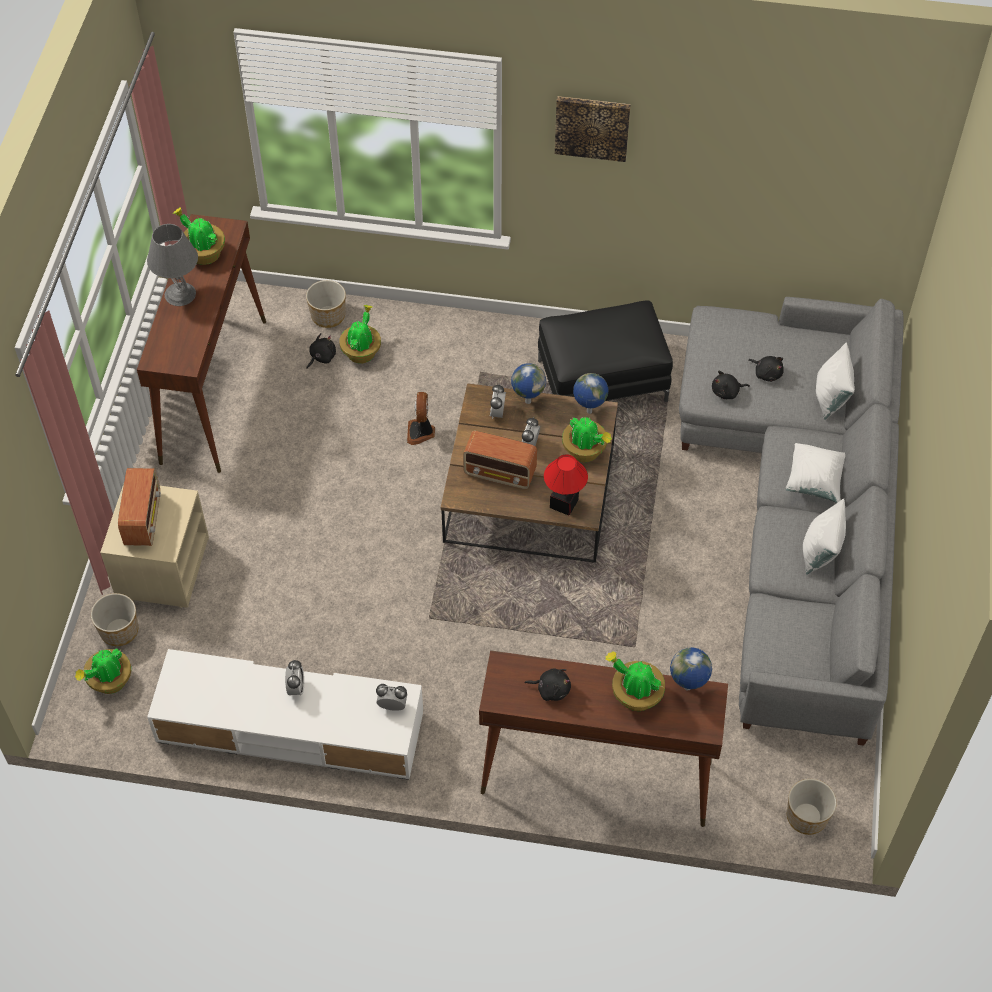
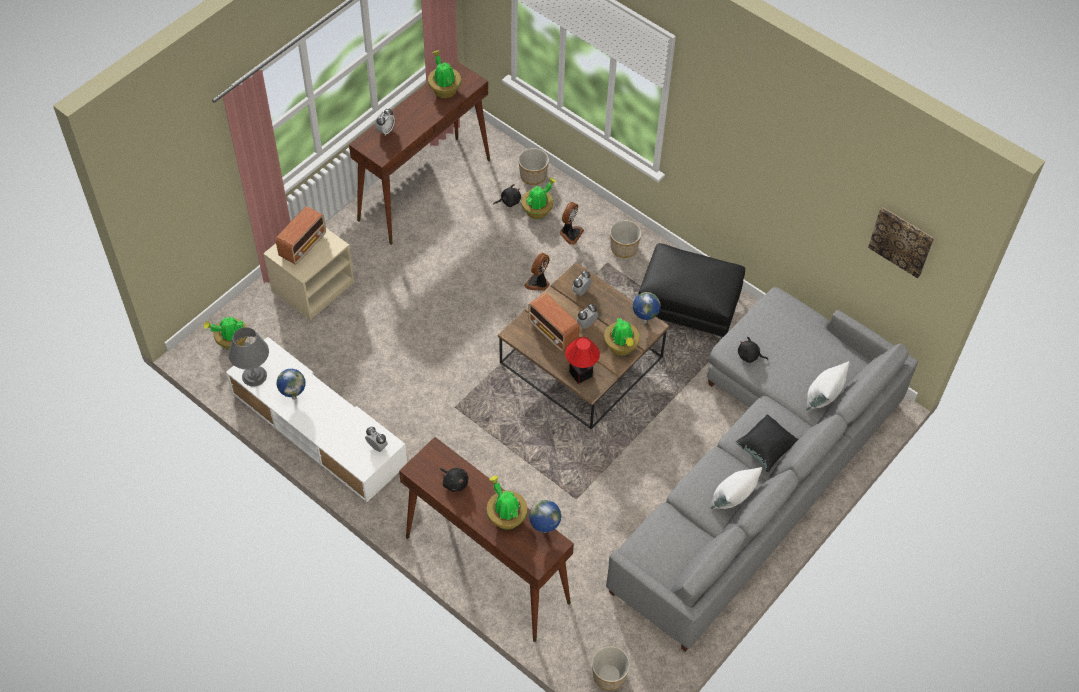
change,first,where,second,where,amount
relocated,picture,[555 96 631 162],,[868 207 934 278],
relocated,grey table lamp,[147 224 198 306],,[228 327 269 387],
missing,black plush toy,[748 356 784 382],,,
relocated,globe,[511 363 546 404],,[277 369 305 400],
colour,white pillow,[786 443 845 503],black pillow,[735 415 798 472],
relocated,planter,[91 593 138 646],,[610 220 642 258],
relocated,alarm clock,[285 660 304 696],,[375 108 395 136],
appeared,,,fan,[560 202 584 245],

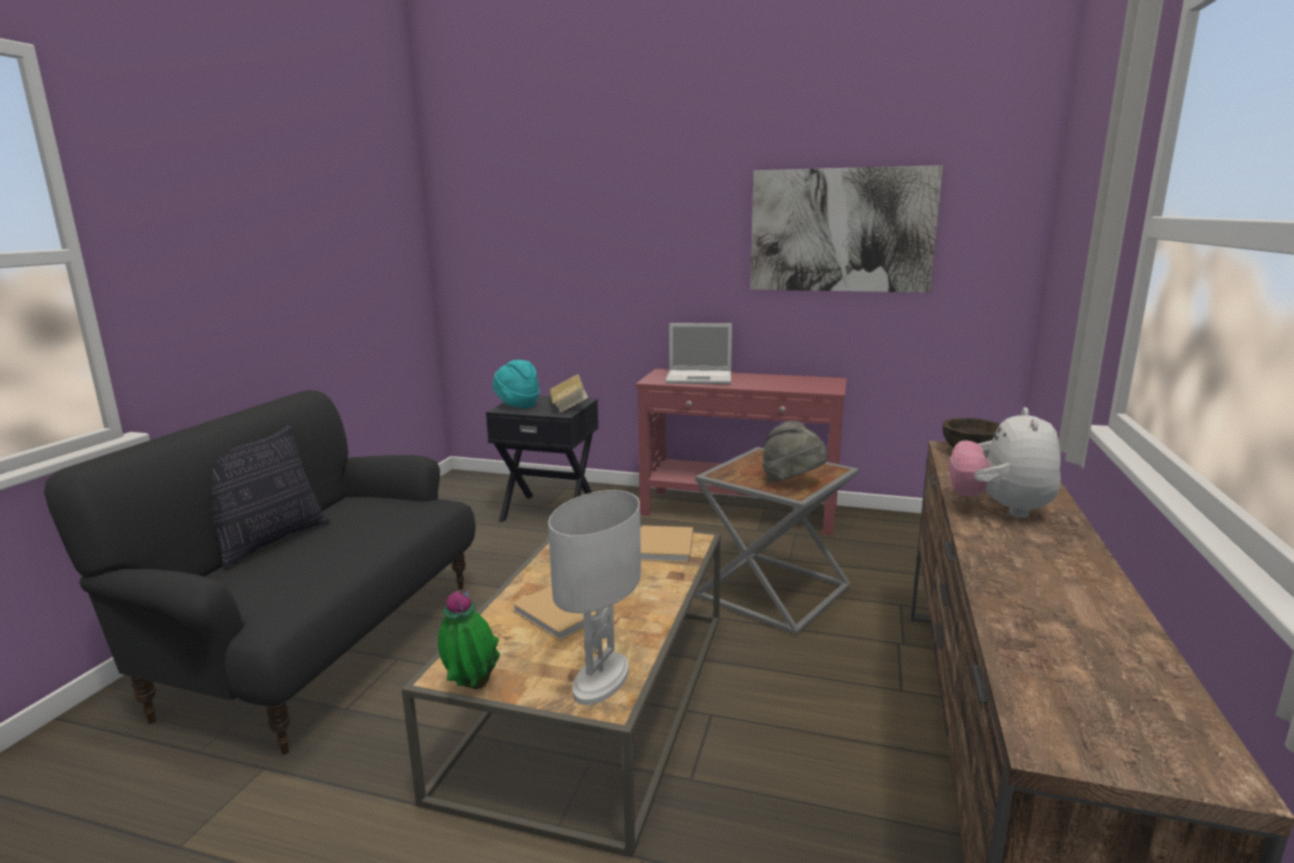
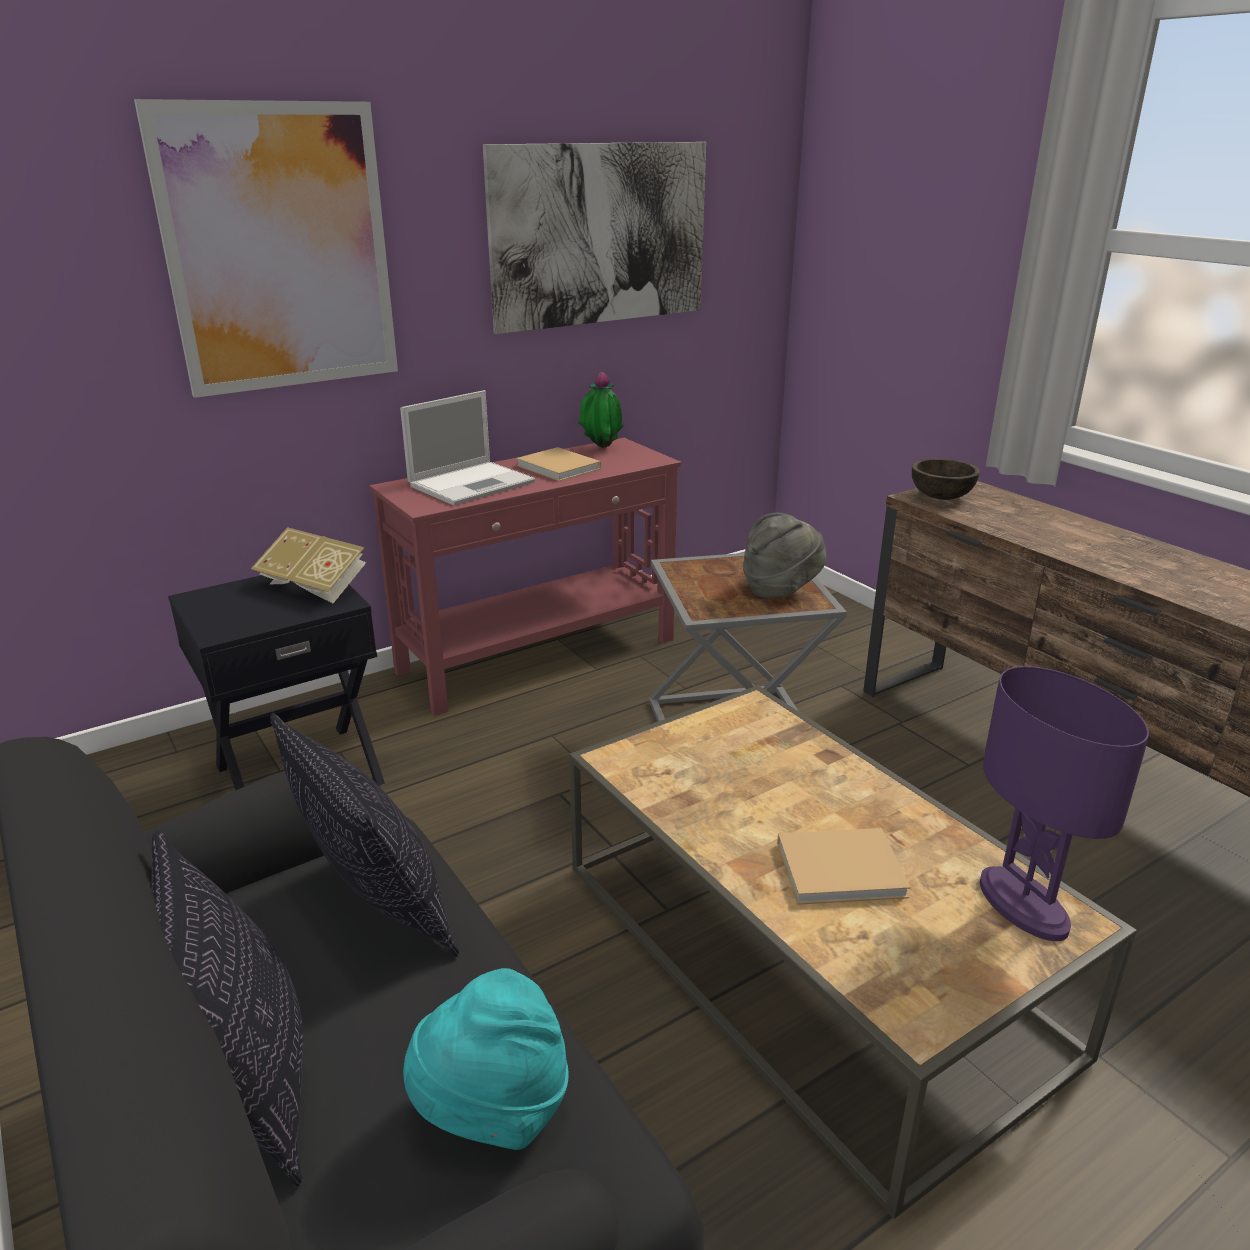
change,first,where,second,where,amount
relocated,turquoise hat,[492 360 540 408],,[403 968 569 1150],
missing,plush toy,[949 407 1061 518],,,
colour,white table lamp,[548 490 641 705],purple table lamp,[980 666 1149 941],
relocated,beige book,[640 526 693 562],,[516 447 601 481],
relocated,potted plant,[438 589 500 689],,[578 372 623 448],
appeared,,,picture,[134 99 398 398],
appeared,,,pillow,[270 713 459 957],

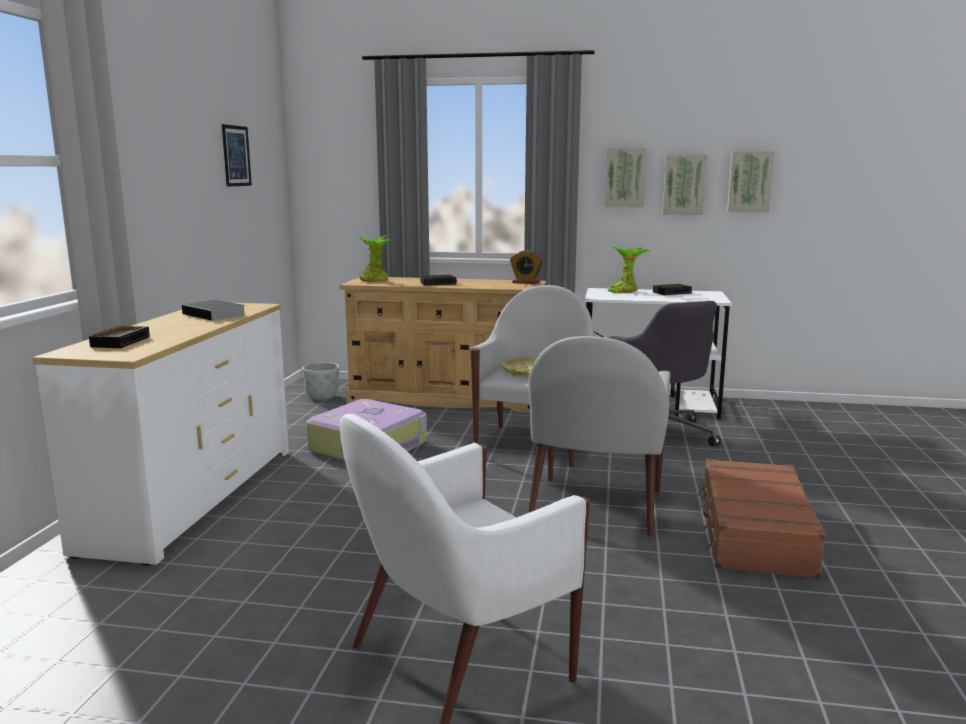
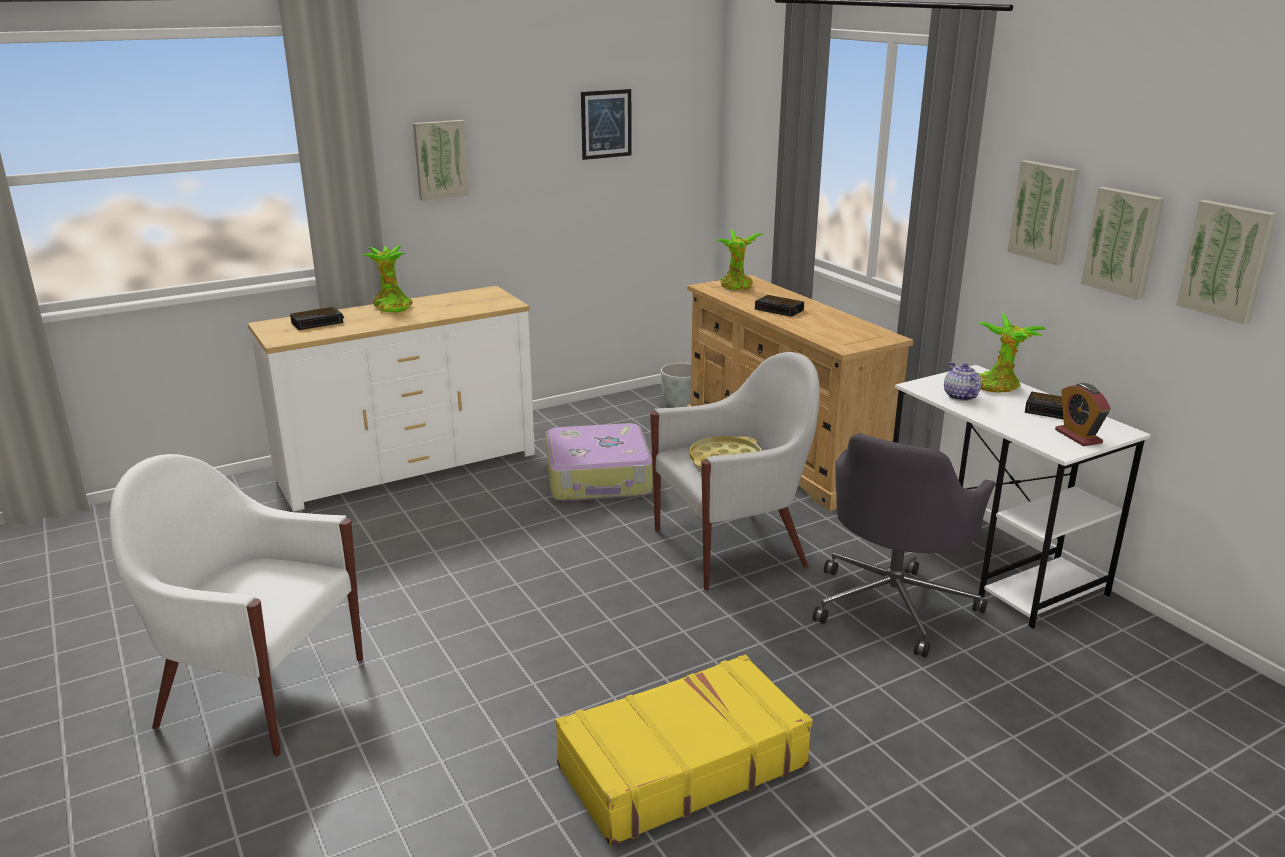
change,first,where,second,where,amount
relocated,alarm clock,[510 250 543 284],,[1055 383 1111 446],
missing,book,[182 300 245 321],,,
missing,white armchair,[528 336 670 537],,,
colour,brown suitcase,[698 459 827 579],yellow suitcase,[556 654 813 846],
appeared,,,picture,[413 120 469 201],
appeared,,,potted plant,[363 245 413 312],
appeared,,,teapot,[944 362 982 401],

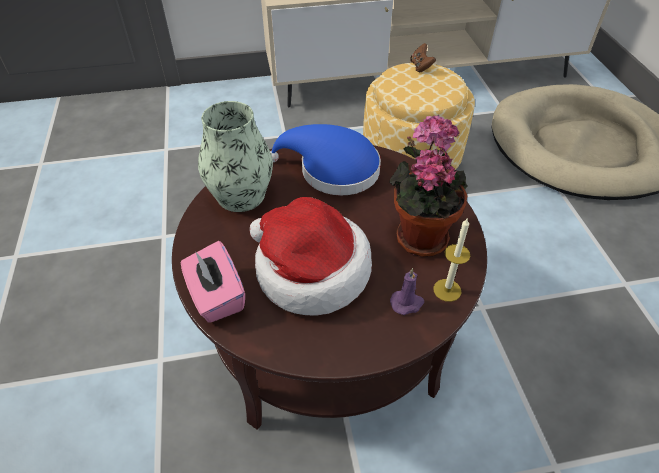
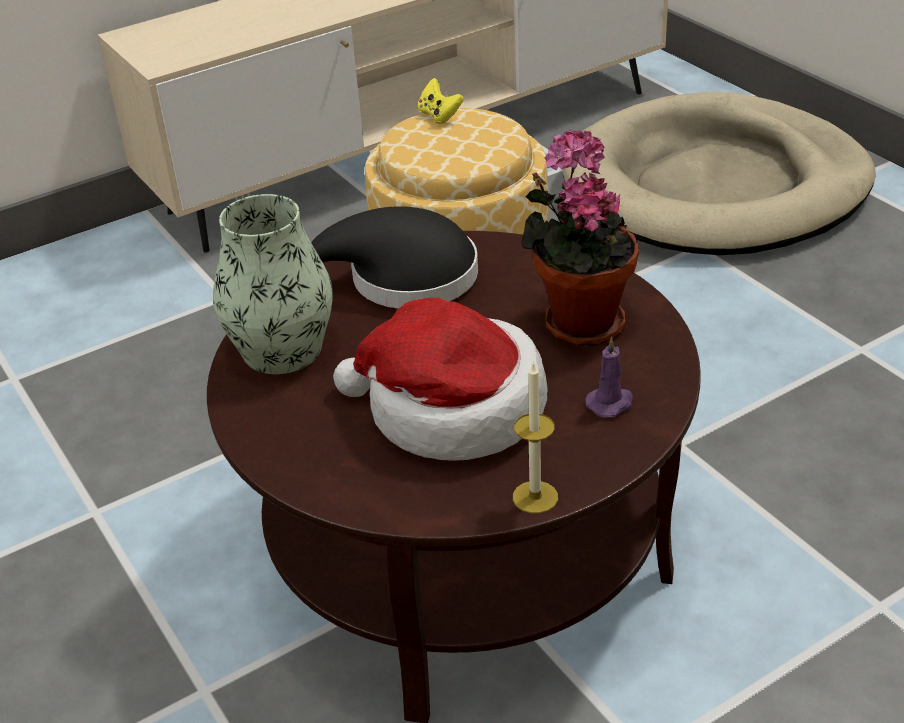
change,first,where,second,where,amount
colour,brown game controller,[410 43 436 72],yellow game controller,[418 78 464 124],
colour,blue hat,[270 124 381 195],black hat,[311 206 478 309],
relocated,candle,[433 217 470 302],,[513 362 558 514],
missing,pink tissue box,[181 241 245 323],,,

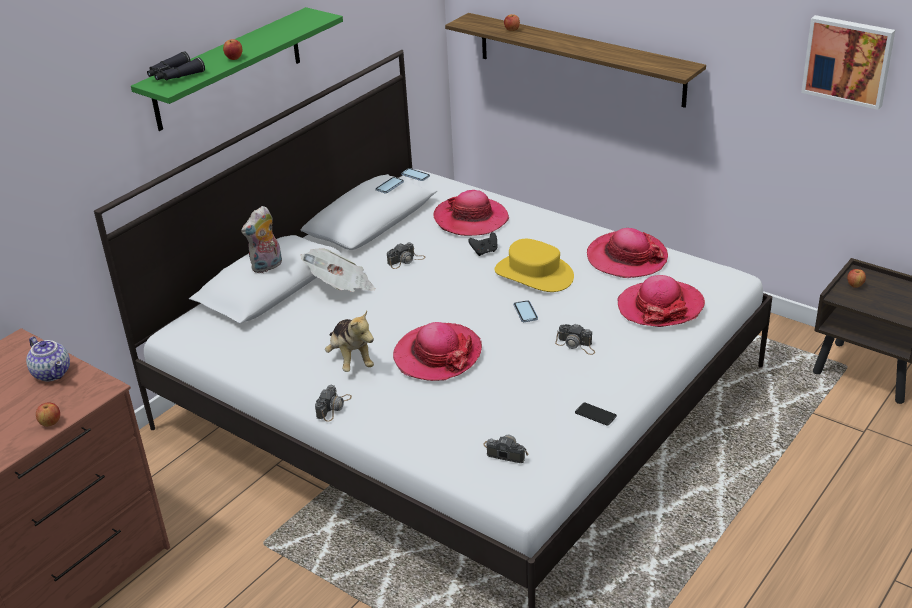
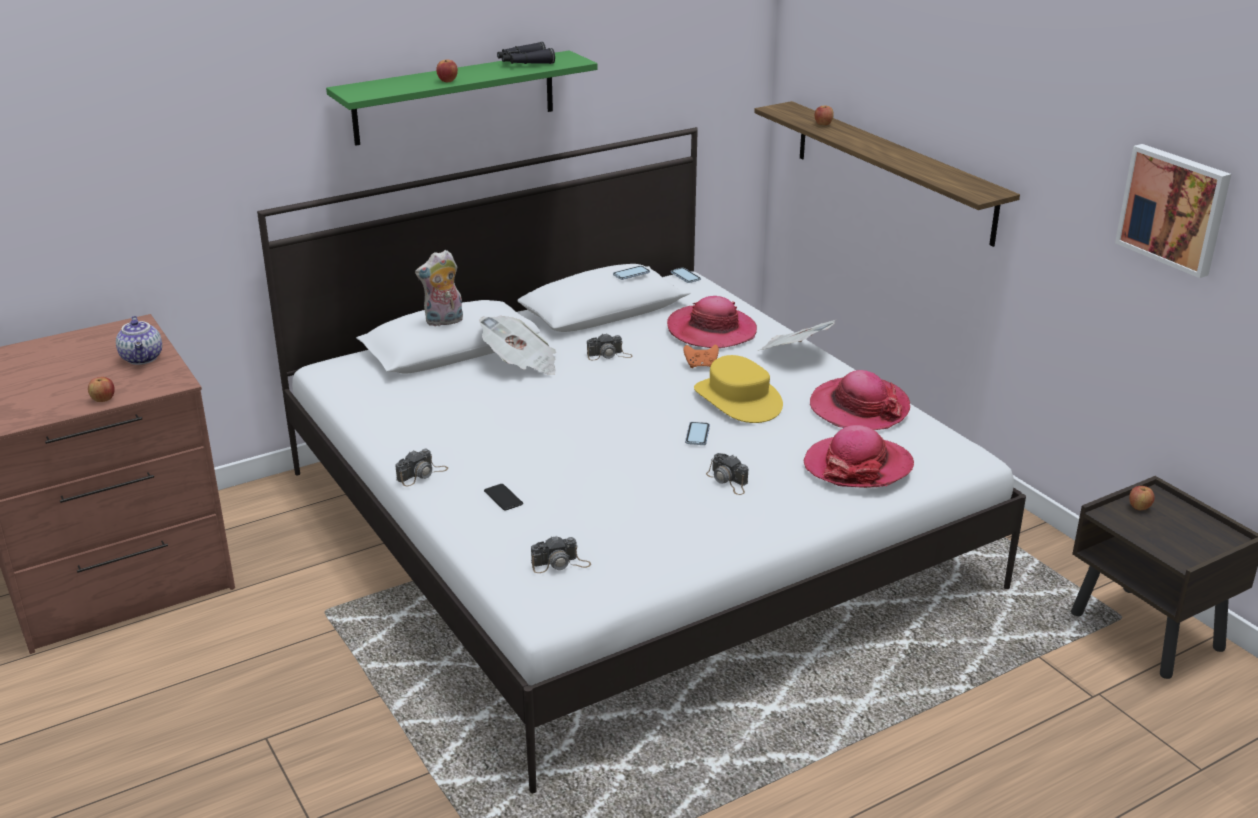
change,first,where,second,where,amount
relocated,black binoculars,[147 51 205 81],,[497 42 555 64],
colour,black game controller,[468 232 497 256],orange game controller,[683 345 719 368],
missing,plush toy,[325 310 374 372],,,
missing,hat,[393 322 482 381],,,
relocated,phone,[575 403 617 426],,[484 484 523 510],
spun,photo camera,[483 435 528 463],,[531 535 591 573],120 degrees clockwise
appeared,,,newspaper,[758 319 837 351],

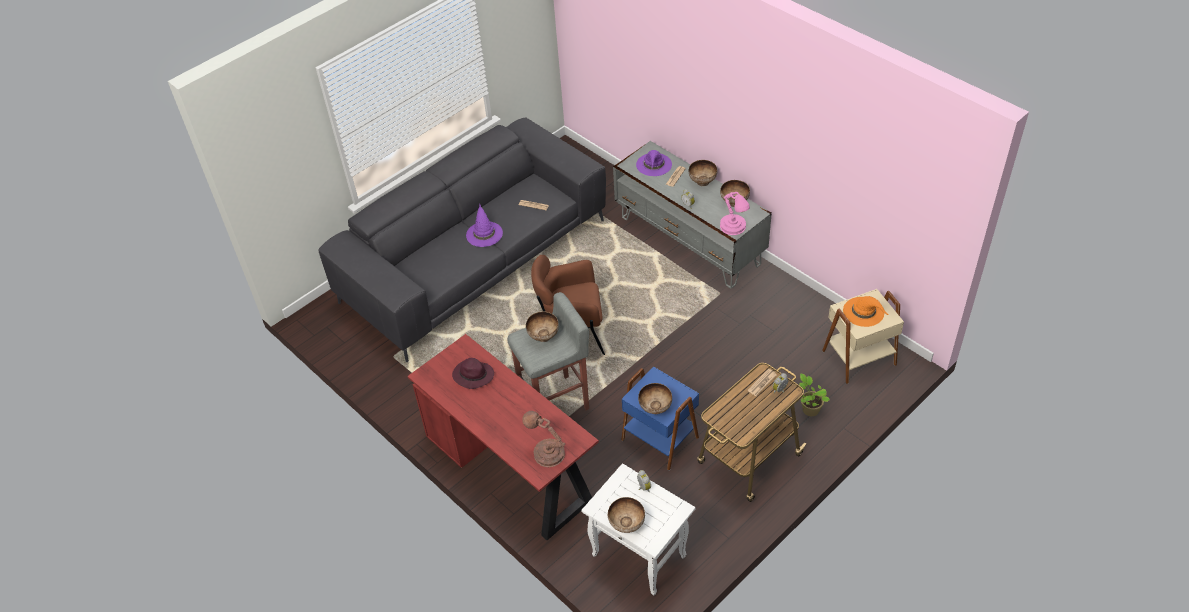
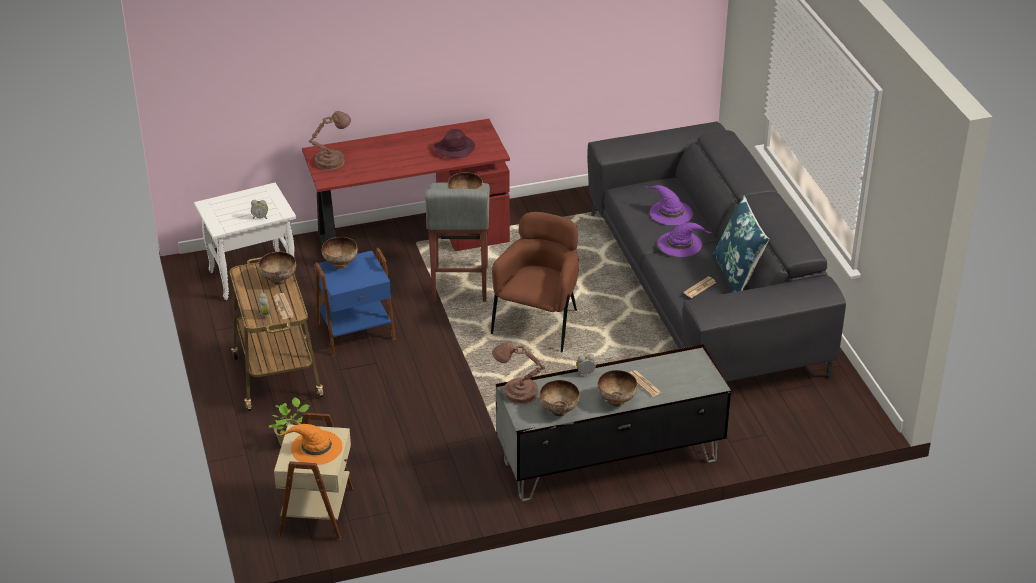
change,first,where,second,where,amount
relocated,purple hat,[636 150 672 176],,[645 185 693 225],
colour,pink table lamp,[720 192 750 235],brown table lamp,[492 342 545 404],
relocated,bowl,[608 497 645 533],,[259 252 296 285],
appeared,,,blue pillow,[713 196 769 292],

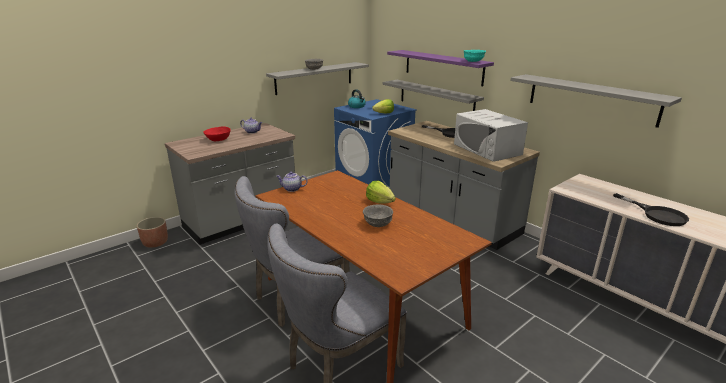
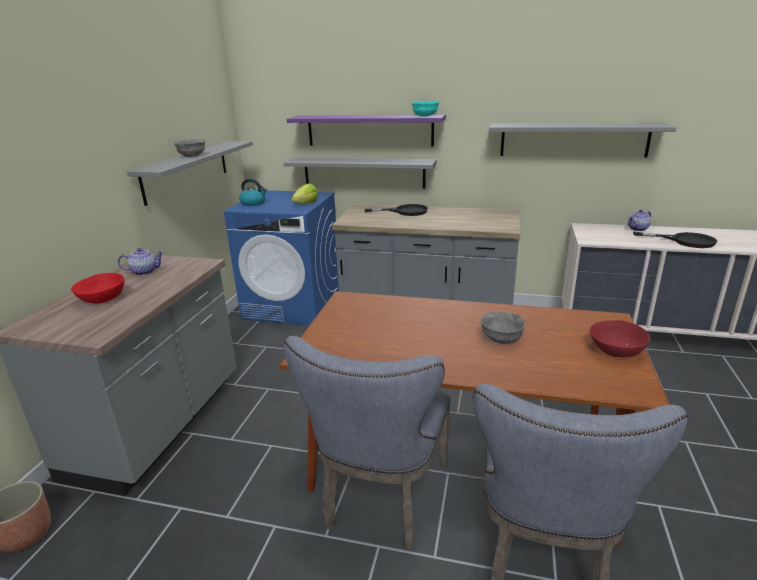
change,first,where,second,where,amount
missing,white microwave,[454 109 528 162],,,
relocated,teapot,[277 172 308 192],,[628 210 651 231],
missing,lettuce,[366 181 396 204],,,
appeared,,,red bowl,[590 320 650 358],

